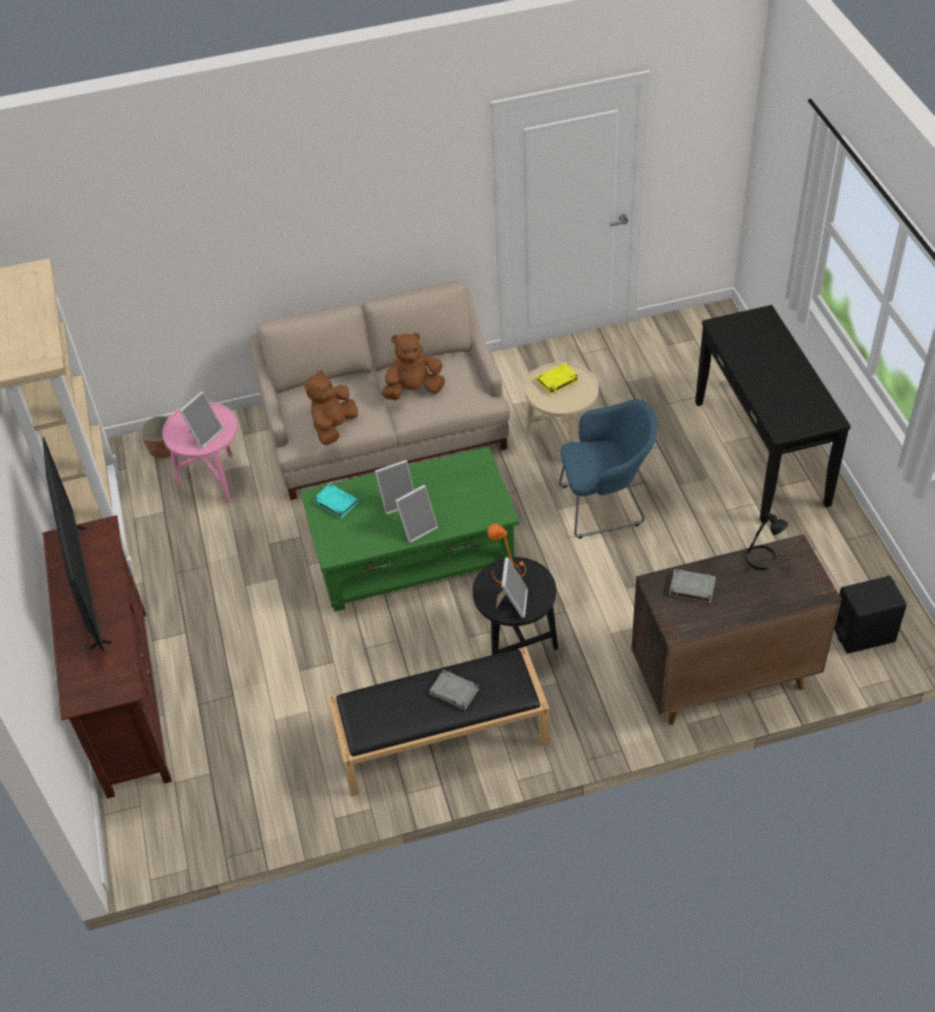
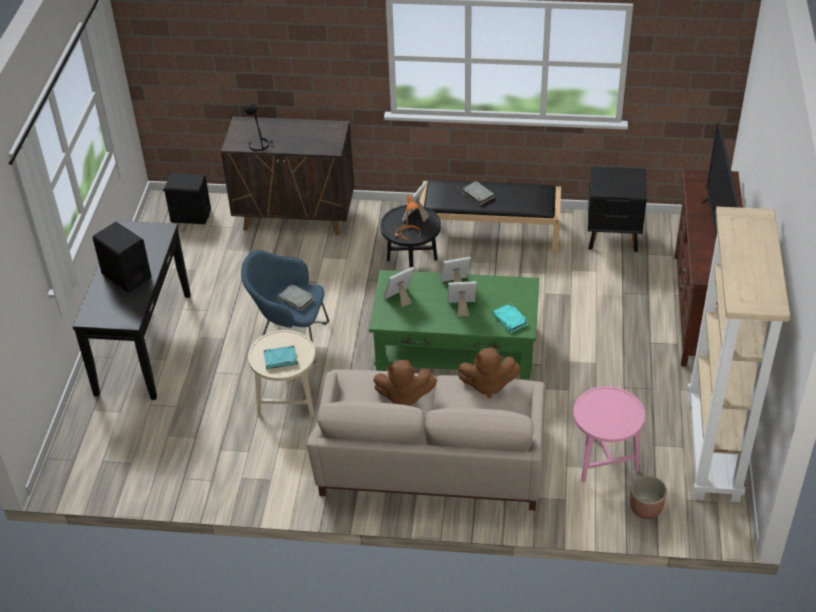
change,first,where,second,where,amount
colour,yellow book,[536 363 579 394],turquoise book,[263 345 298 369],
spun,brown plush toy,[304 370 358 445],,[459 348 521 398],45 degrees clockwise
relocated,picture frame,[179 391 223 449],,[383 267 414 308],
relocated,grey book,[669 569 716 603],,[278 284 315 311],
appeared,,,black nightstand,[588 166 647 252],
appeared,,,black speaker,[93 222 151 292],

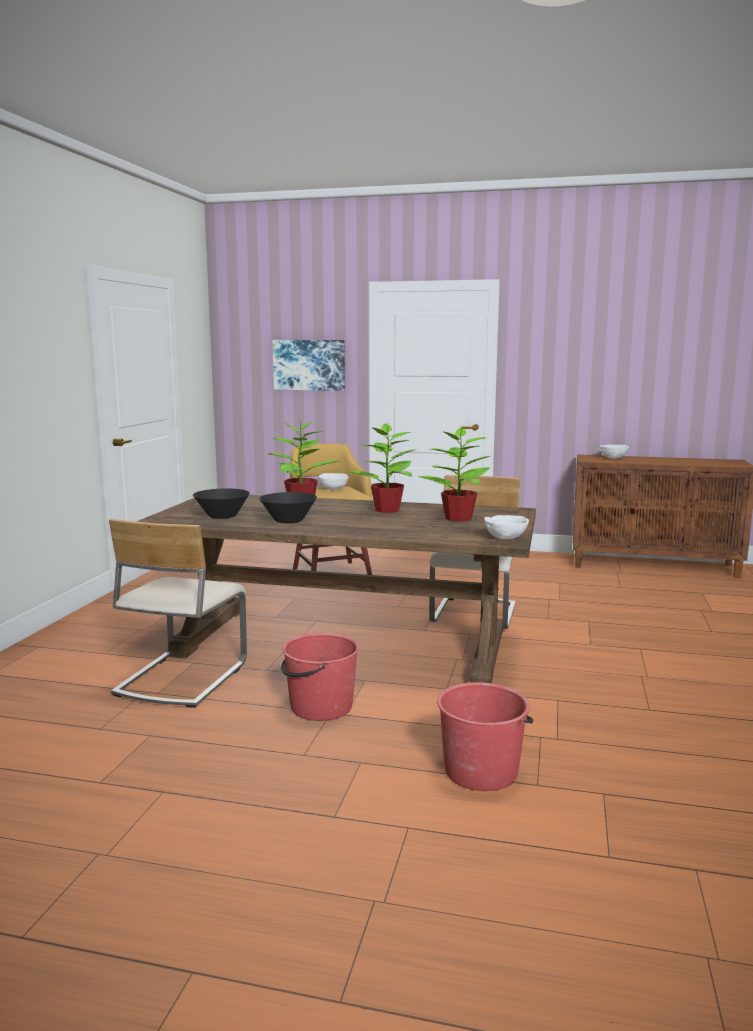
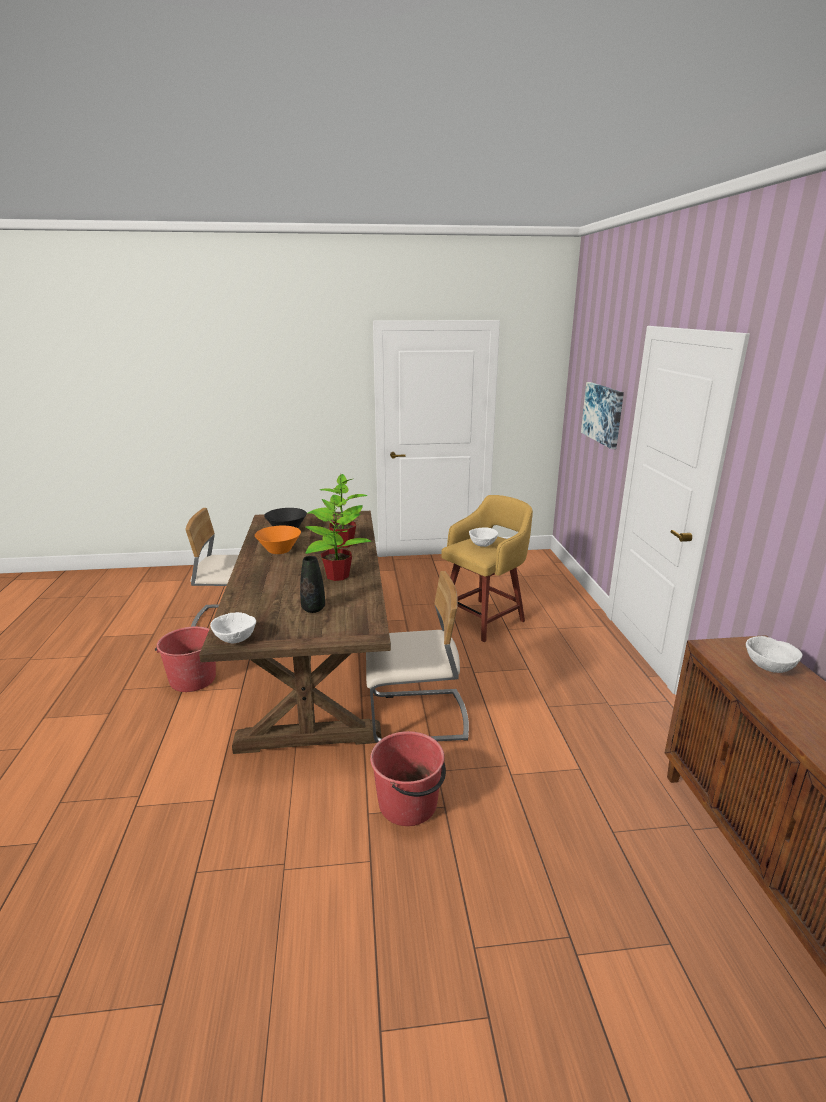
change,first,where,second,where,amount
exchanged,potted plant,[418 428 490 522],black vase,[300 556 325 613],
colour,black bowl,[259 492 317 523],orange bowl,[255 526 301 554],
relocated,red bucket,[437 682 533 791],,[370 731 446 826],

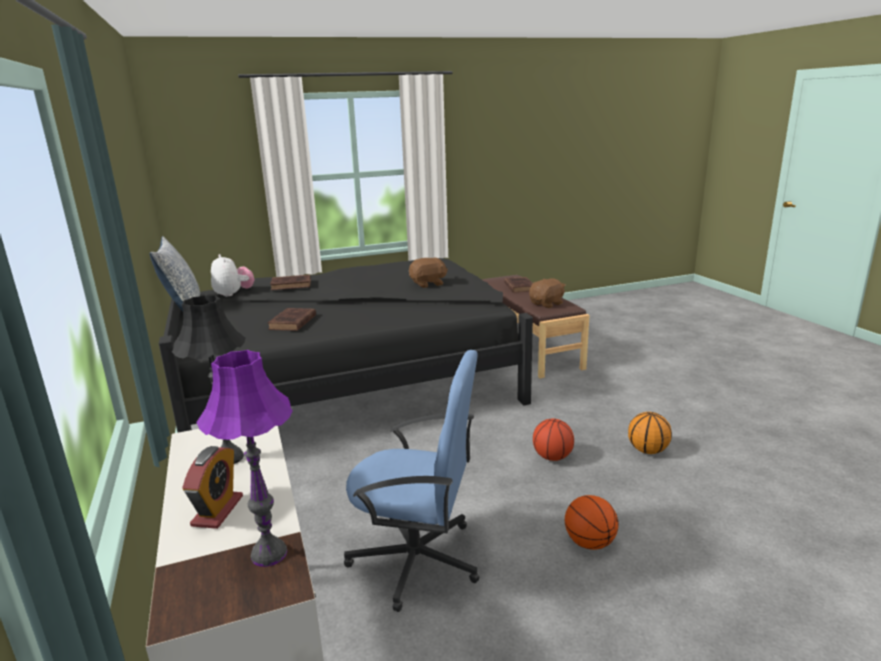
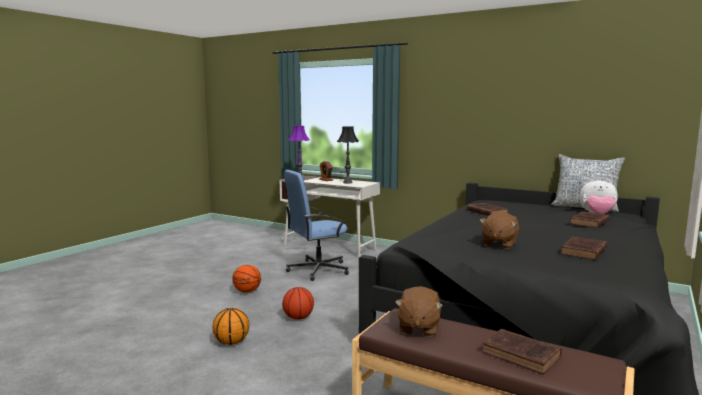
change,first,where,second,where,amount
appeared,,,brown book,[560 237 607 260],

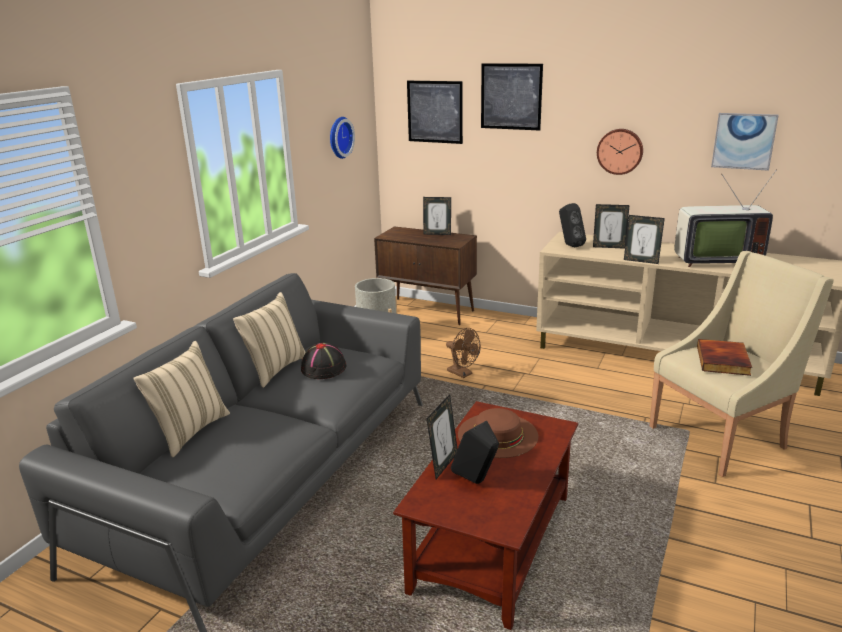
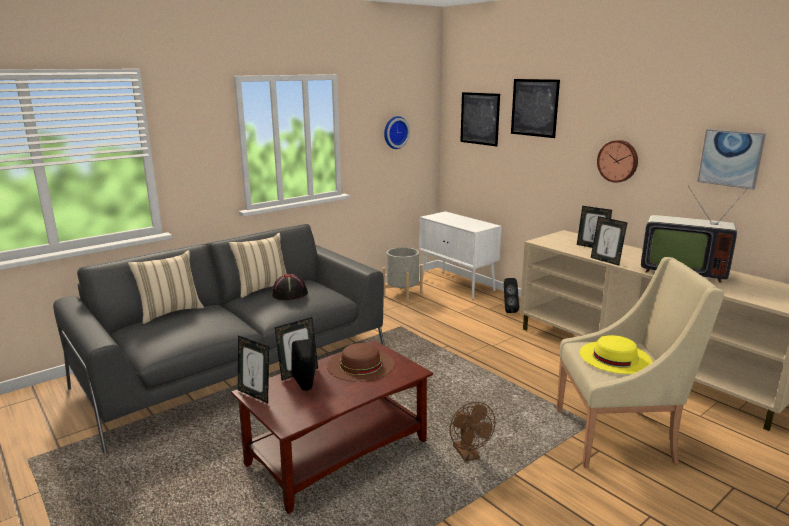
change,first,where,second,where,amount
relocated,picture frame,[423 197 451 235],,[238 336 269 403],
relocated,black speaker,[559 203 586 247],,[504 278 519 313],
colour,brown cabinet,[374 226 477 325],white cabinet,[419 211 502 300],
relocated,brown fan,[446 328 481 378],,[450 402 495 462],
exchanged,book,[697 339 752 376],yellow hat,[580 335 653 374],

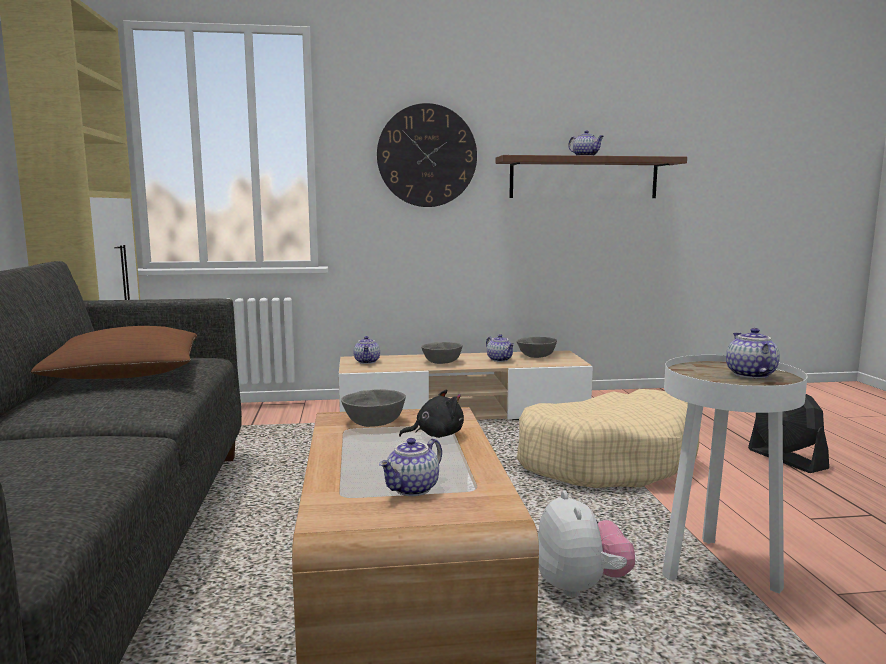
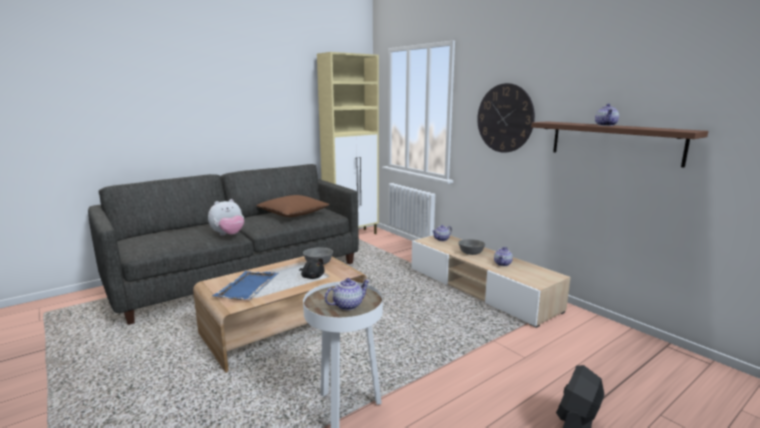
change,first,where,second,where,amount
missing,grey bowl,[517 337 557 358],,,
missing,beige dog bed,[517 389 701 488],,,
exchanged,teapot,[379 438 442 496],blue tray,[212 271 278 300],
relocated,plush toy,[538 490 635 597],,[208 199 244 236],

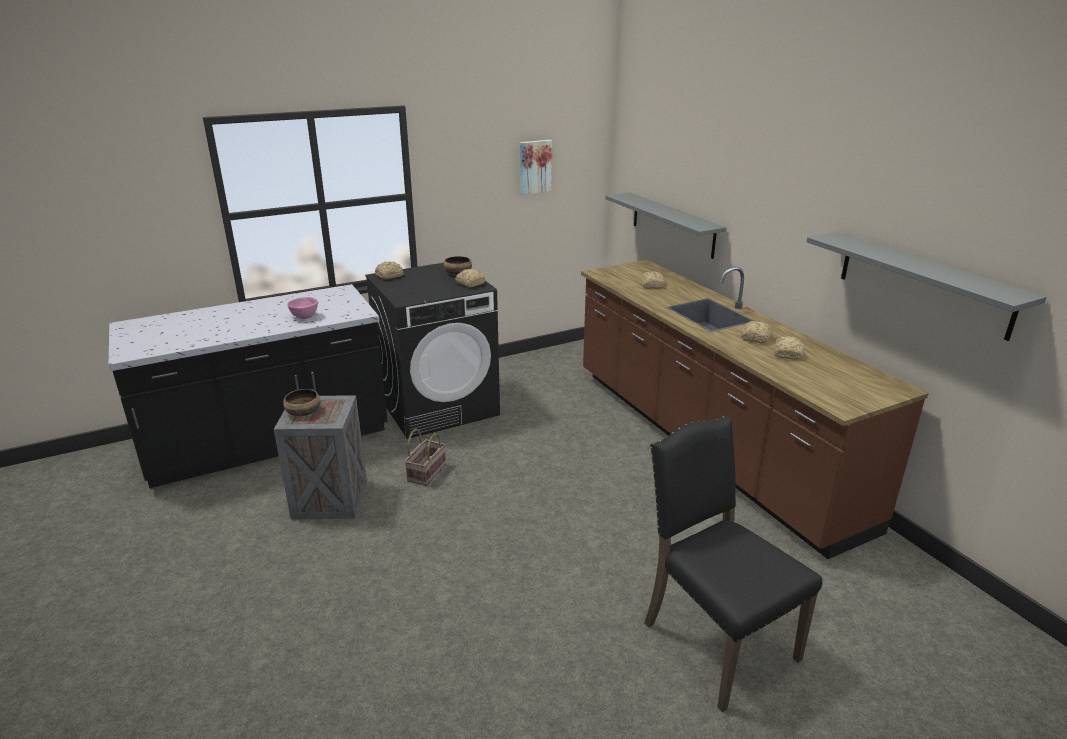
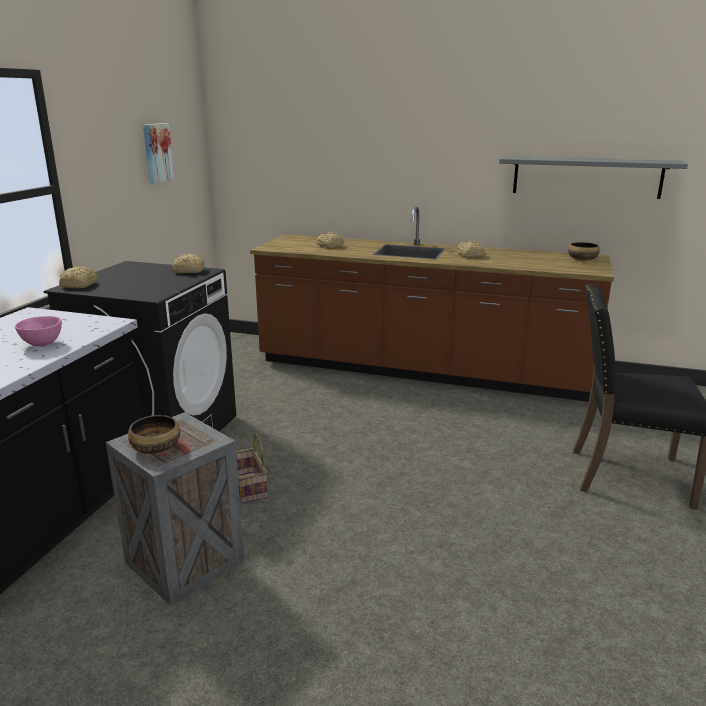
change,first,where,second,where,amount
missing,grey shelf,[605 192 727 259],,,
relocated,bowl,[443 256 472 275],,[568 242 600 261],
missing,bread,[774 336 804 360],,,

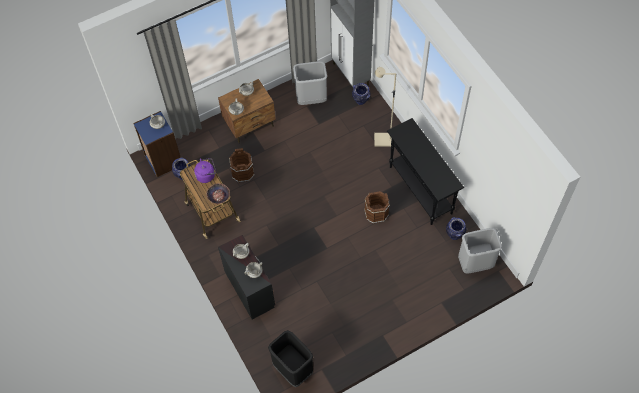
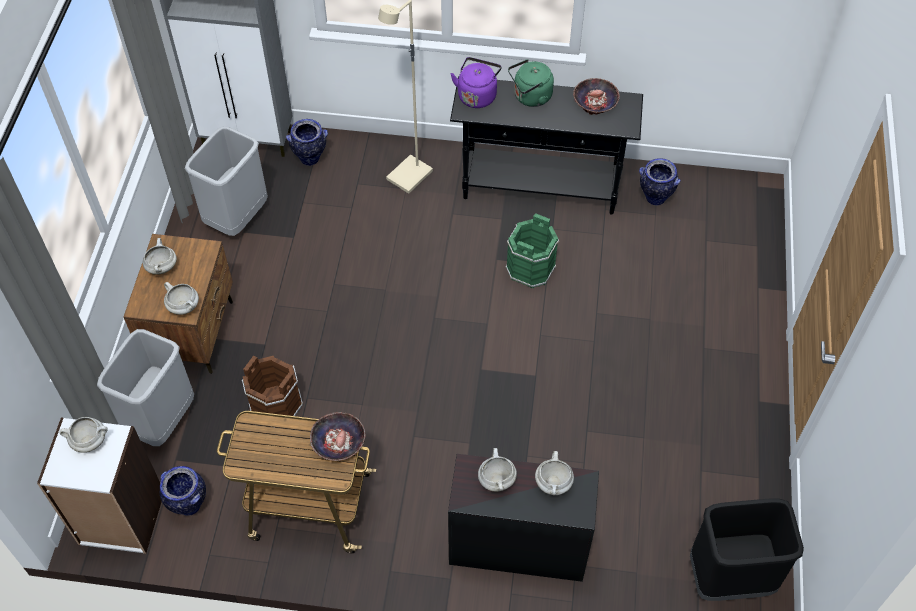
change,first,where,second,where,amount
colour,blue bookcase,[133 111 181 177],white bookcase,[37 417 162 554],
relocated,purple kettle,[194 158 216 183],,[450 57 502 108],
colour,brown bucket,[364 191 390 224],green bucket,[506 213 559 288],
relocated,grey trash can,[458 228 502 274],,[97 329 194 446],
appeared,,,green kettle,[508 59 554 107],
appeared,,,bowl,[573 78 620 115],

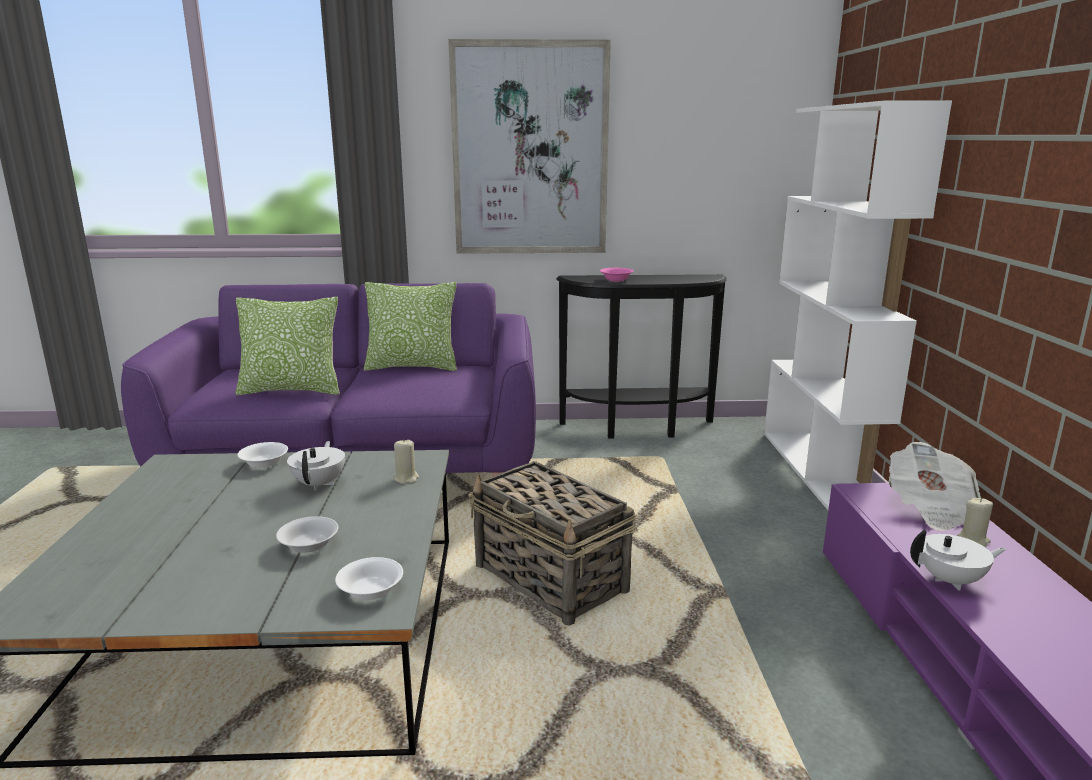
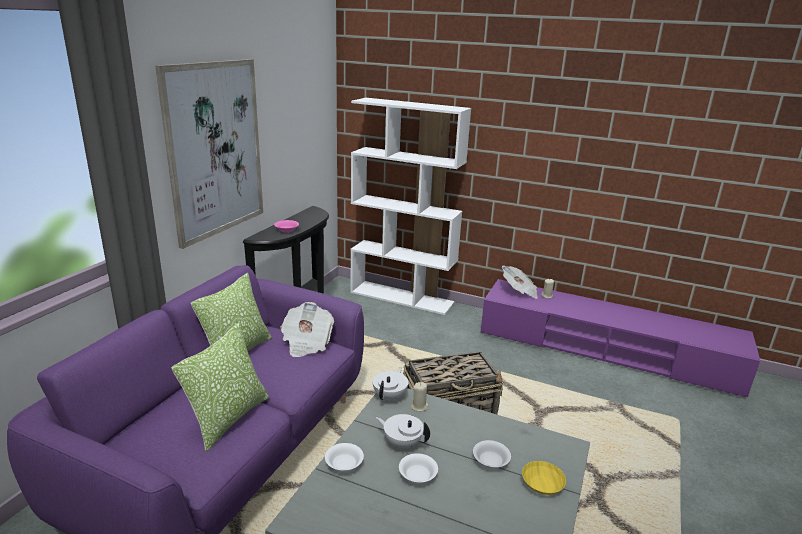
change,first,where,second,where,amount
relocated,white teapot,[910 530 1006 591],,[373 367 408 402],
relocated,white bowl,[335 557 403 600],,[399 453 438 484],
appeared,,,newspaper,[280 302 334 357],
appeared,,,yellow bowl,[522 461 566 495],

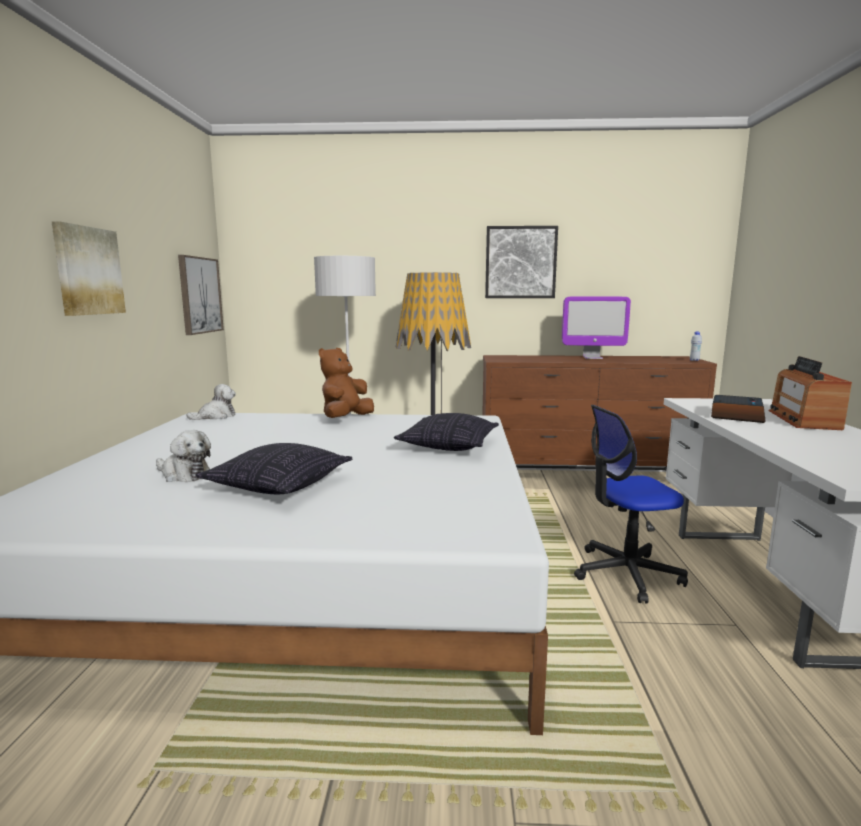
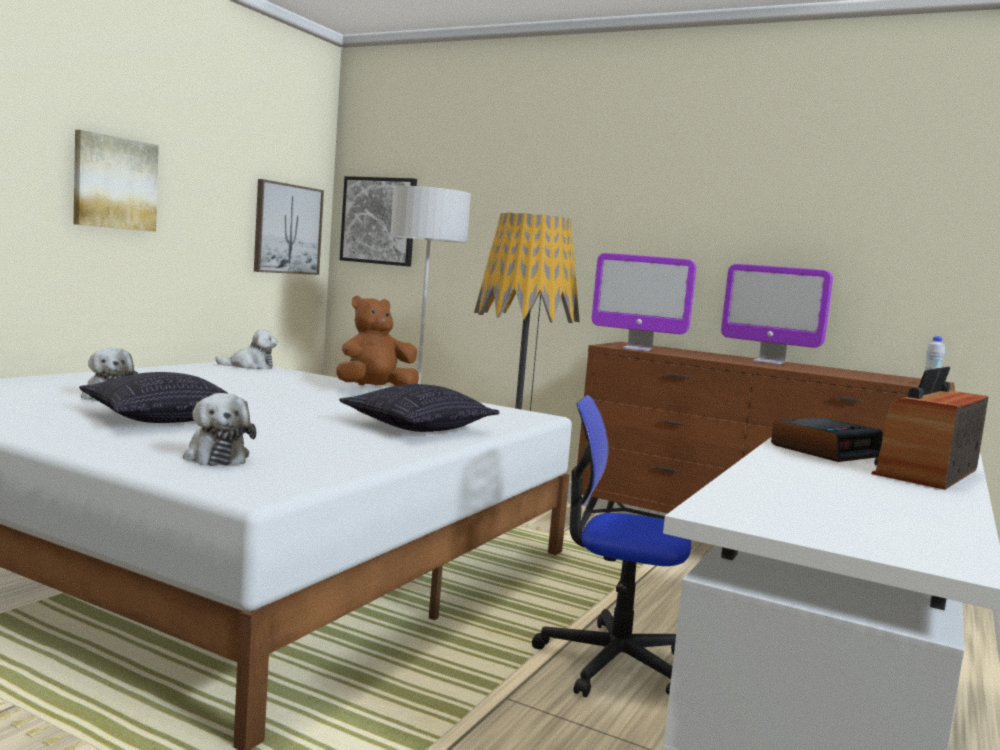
change,first,where,second,where,amount
relocated,picture,[485 226 558 298],,[340 176 417 267],
appeared,,,monitor,[592 253 696 351],
appeared,,,plush toy,[183 393 256 466],

